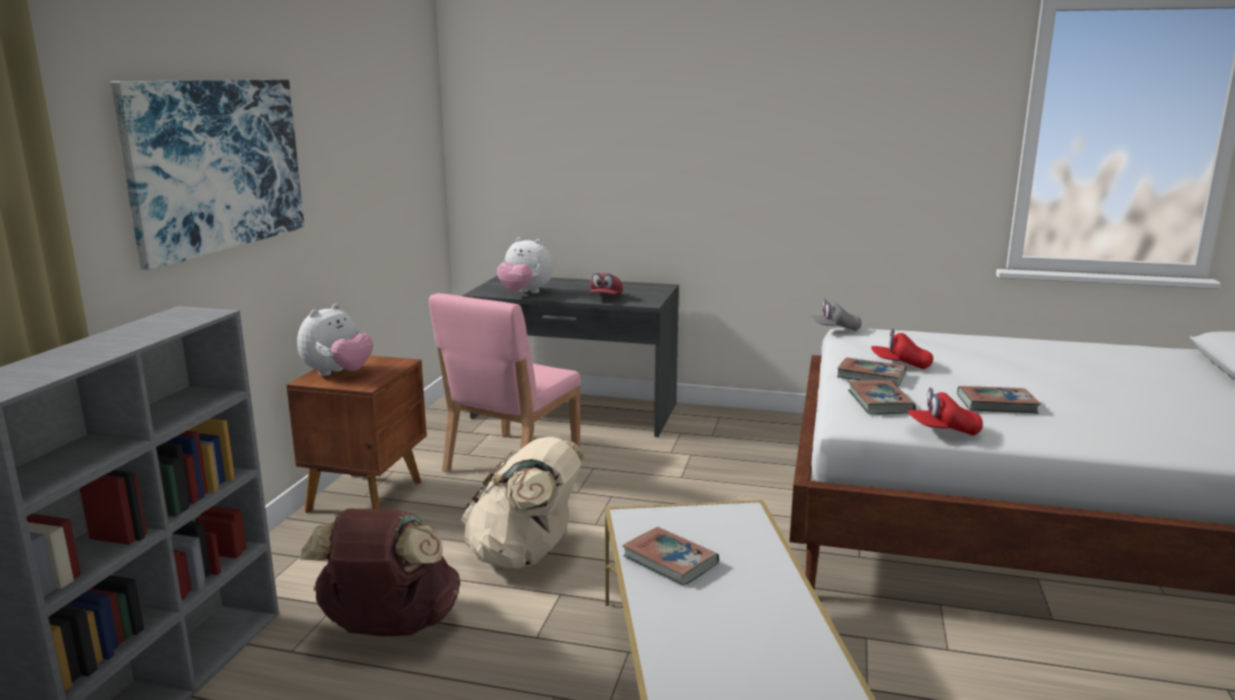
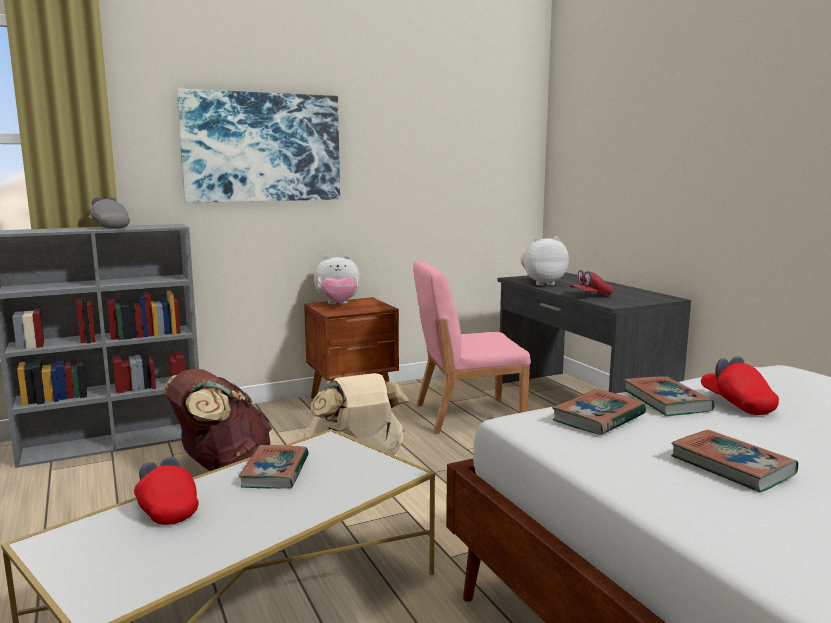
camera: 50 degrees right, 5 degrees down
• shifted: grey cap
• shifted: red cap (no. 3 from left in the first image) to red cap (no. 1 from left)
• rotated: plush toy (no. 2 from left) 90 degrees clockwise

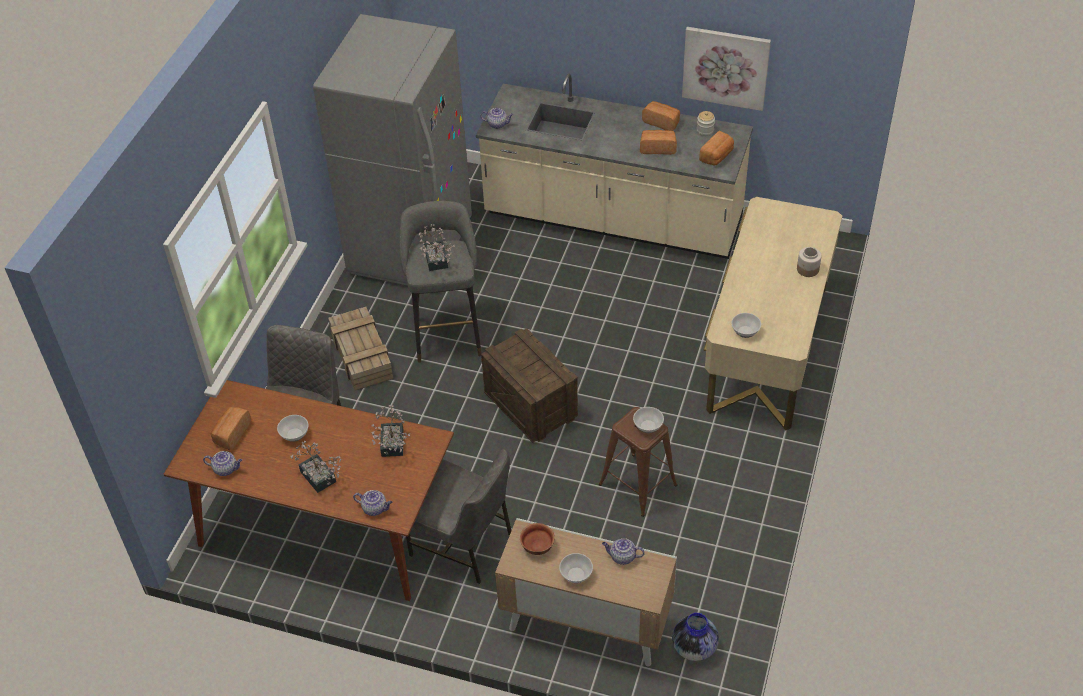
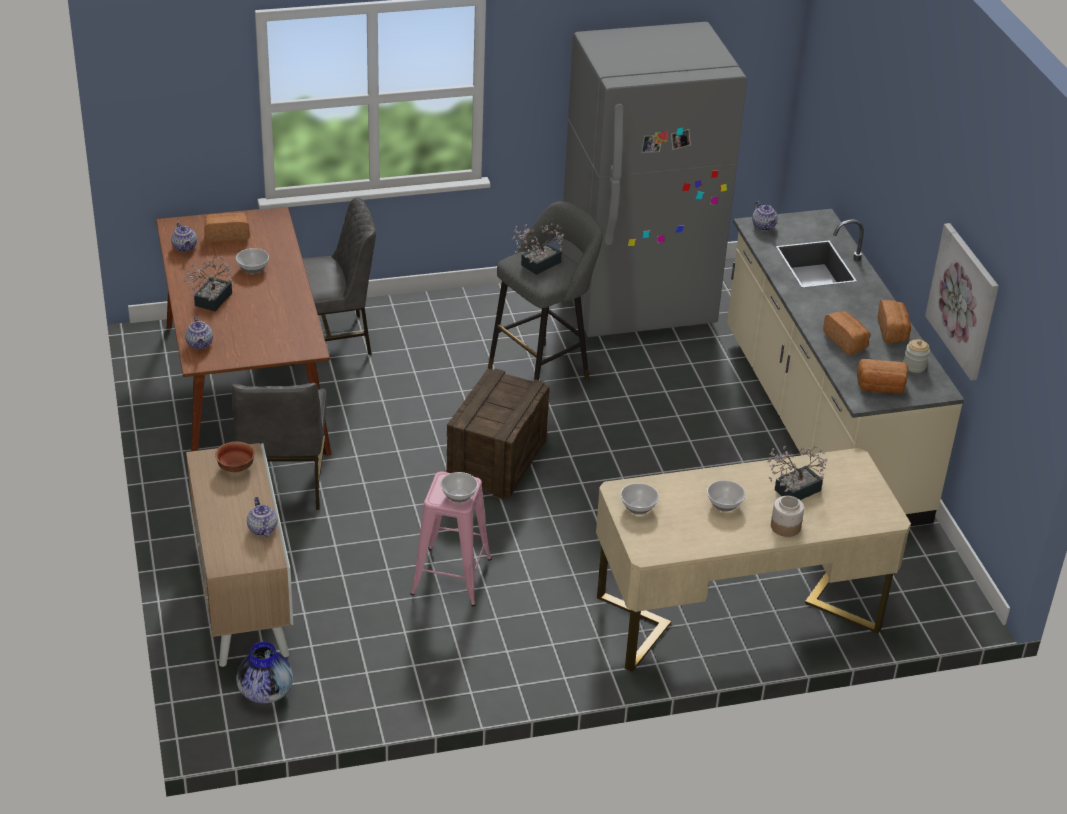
camera: 55 degrees right, 10 degrees down
• gone: crate (no. 1 from left)
• shifted: potted plant (no. 2 from left in the first image) to potted plant (no. 3 from left)
• shifted: bowl (no. 3 from left in the first image) to bowl (no. 5 from left)
• repainted: brown stool to pink stool

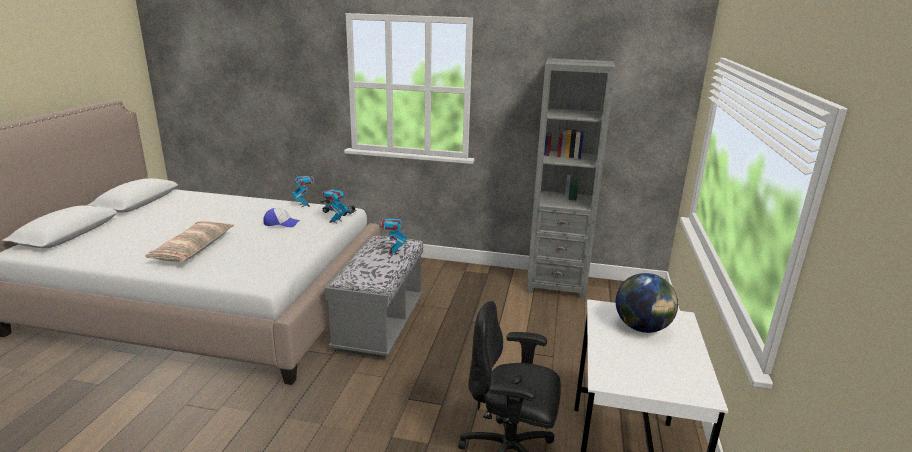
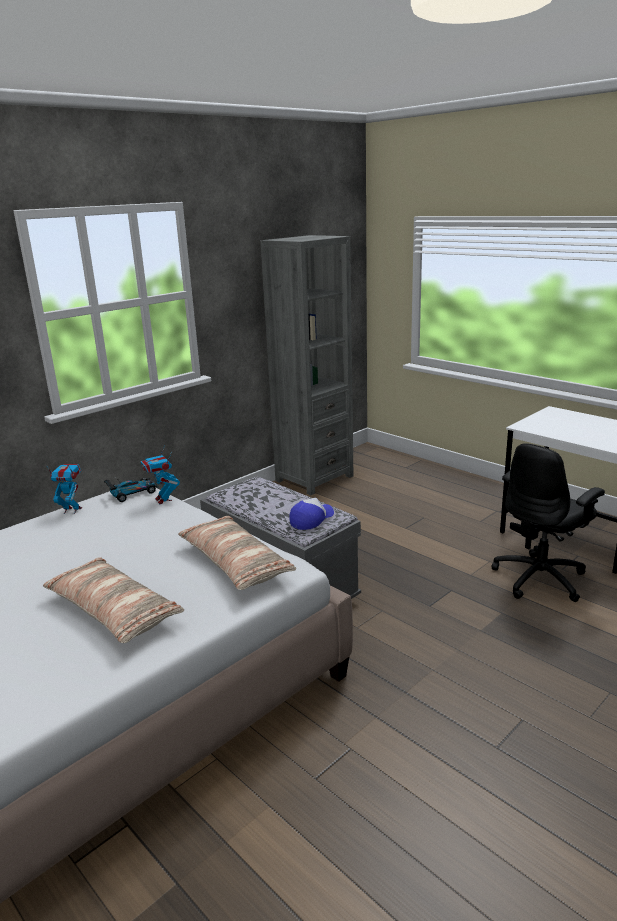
camera: 55 degrees left, 0 degrees up
• gone: toy robot (no. 3 from left)
• gone: globe
• new: pillow (no. 2 from left)
• shifted: cap

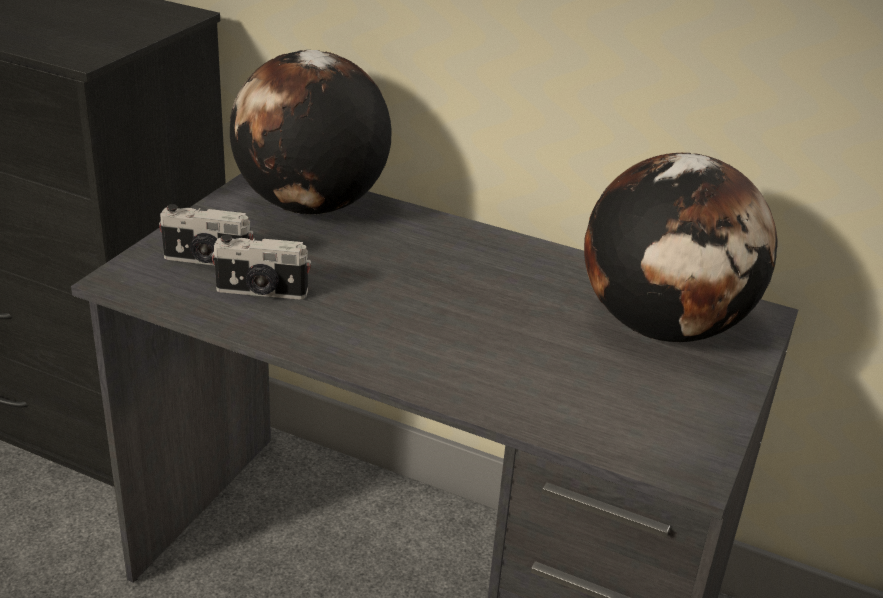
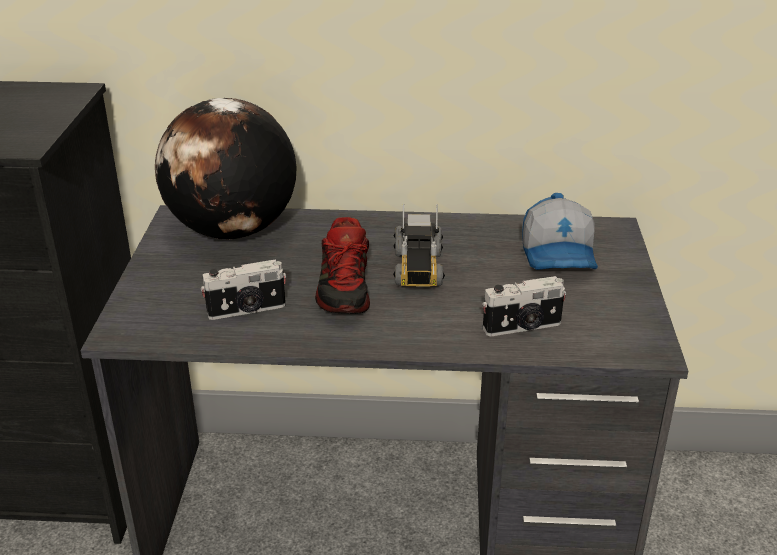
camera: 20 degrees left, 0 degrees up
• new: shoe
• new: toy truck
• shifted: photo camera (no. 1 from left in the first image) to photo camera (no. 2 from left)
• swapped: globe (no. 2 from left) to cap

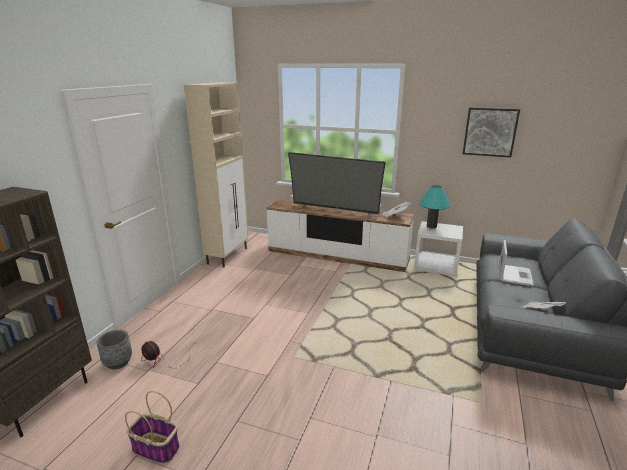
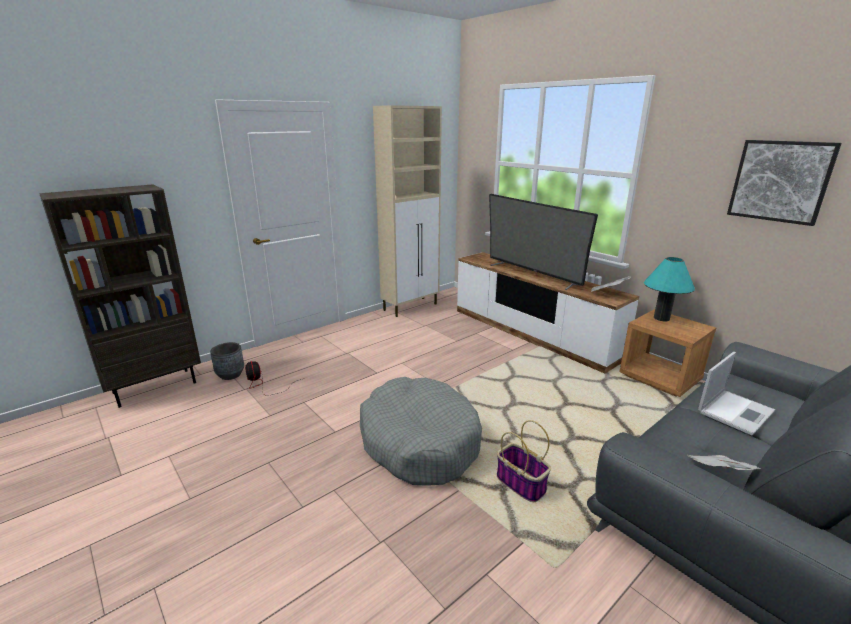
camera: 30 degrees right, 0 degrees up
• new: grey dog bed
• shifted: basket
• repainted: white nightstand to brown nightstand

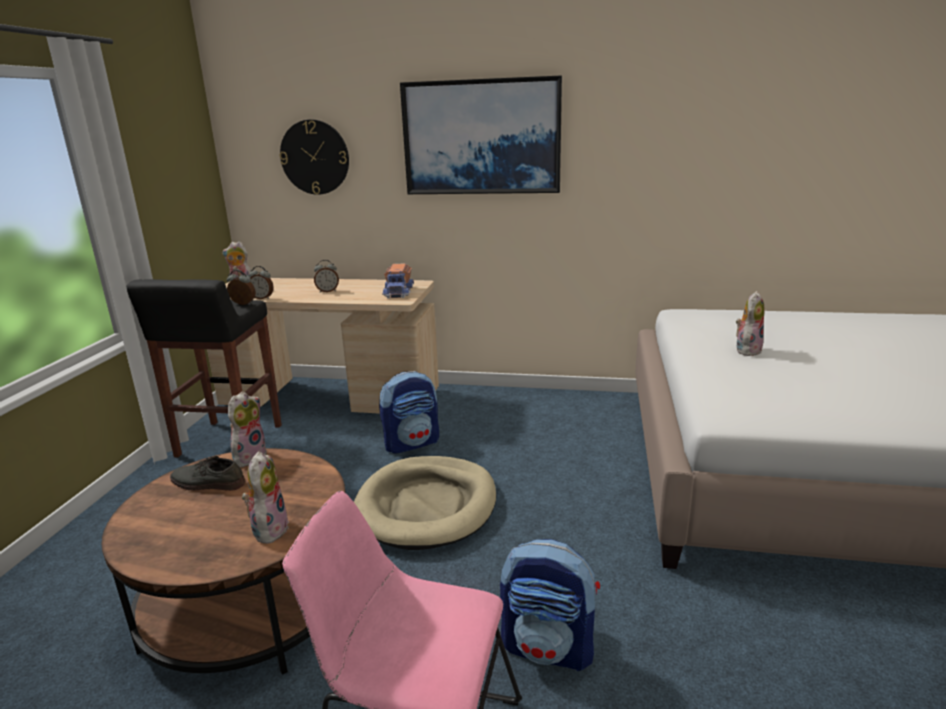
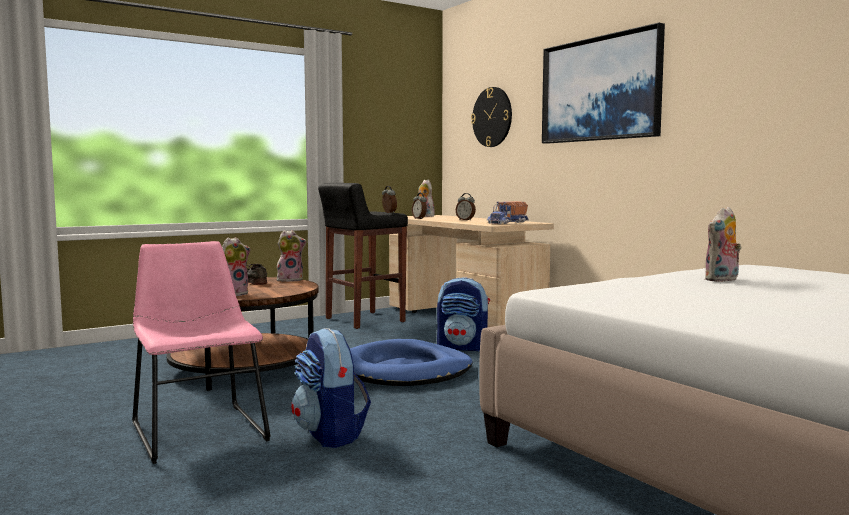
camera: 45 degrees right, 15 degrees down
• repainted: beige dog bed to blue dog bed
• rotated: plush toy (no. 4 from left) 150 degrees clockwise

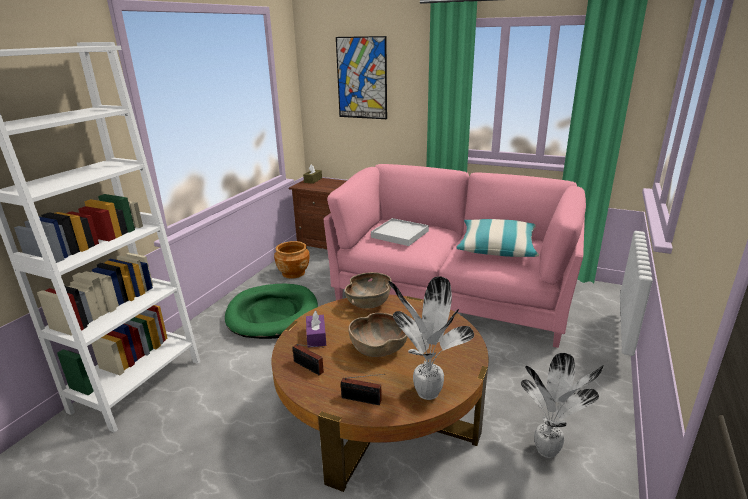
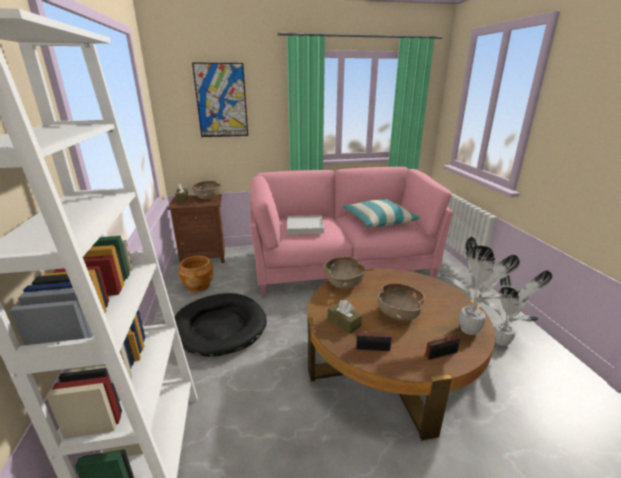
camera: 35 degrees left, 0 degrees up
• new: brown bowl (no. 1 from left)
• repainted: green dog bed to black dog bed
• repainted: purple tissue box to brown tissue box (no. 2 from left)

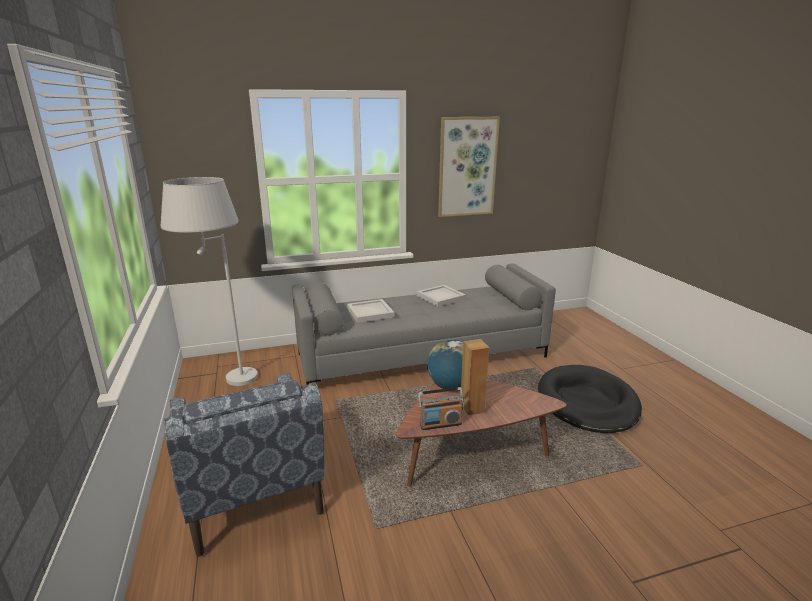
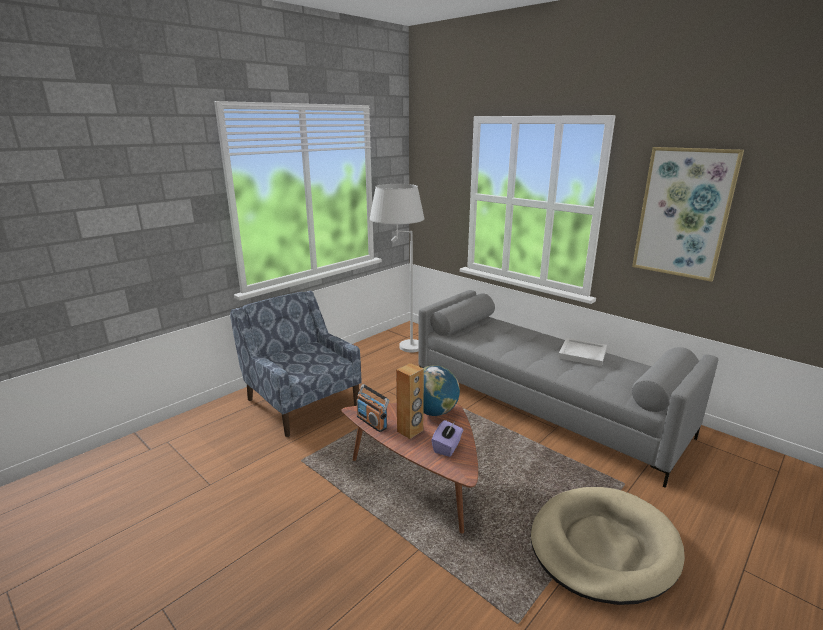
camera: 60 degrees right, 0 degrees up
• gone: white tray (no. 1 from left)
• new: purple tissue box
• repainted: black dog bed to beige dog bed
• rotated: blue armchair 105 degrees clockwise

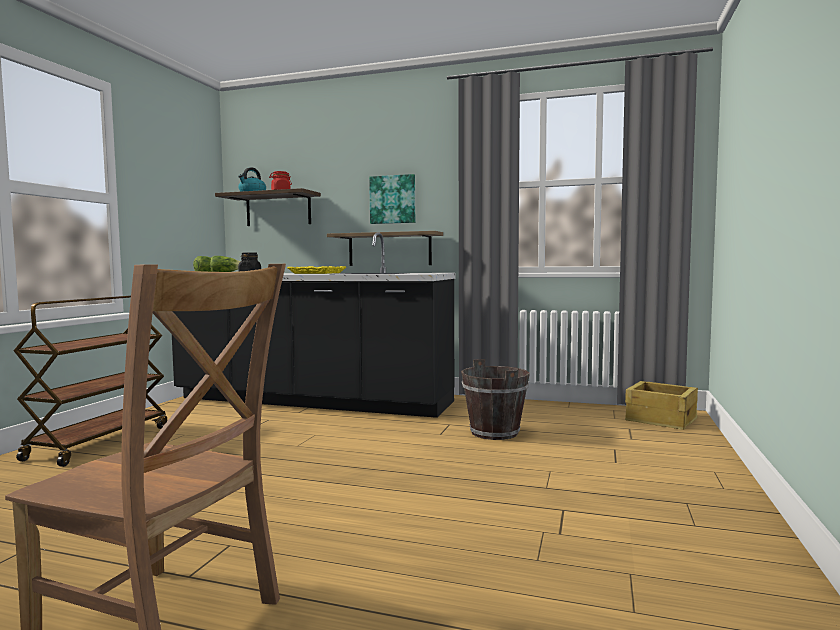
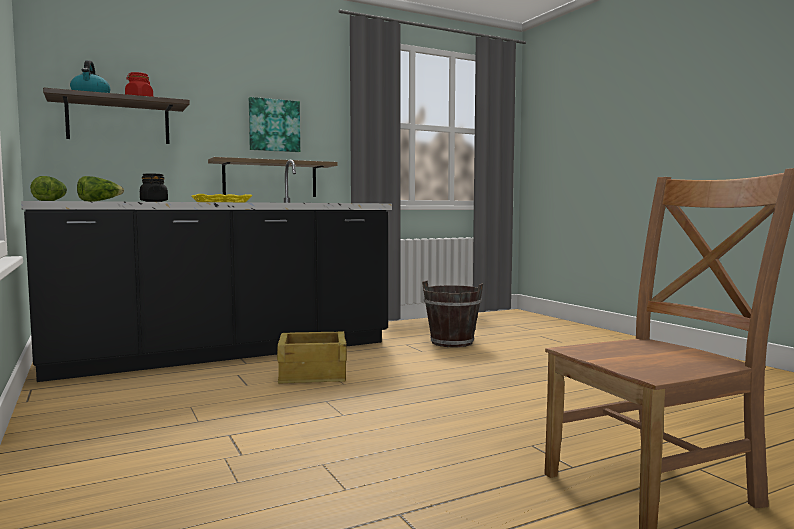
camera: 45 degrees left, 0 degrees up
• gone: brown cart
• shifted: crate

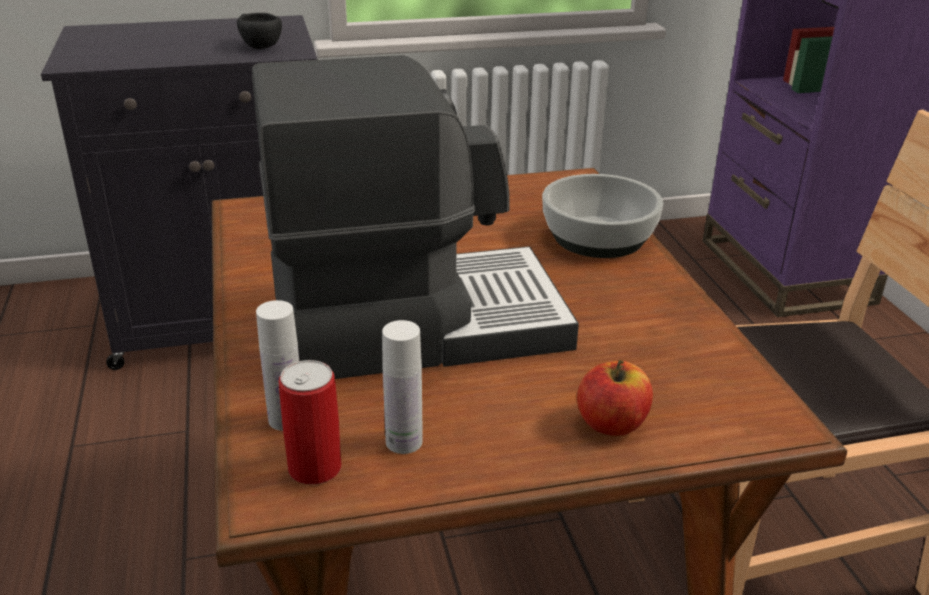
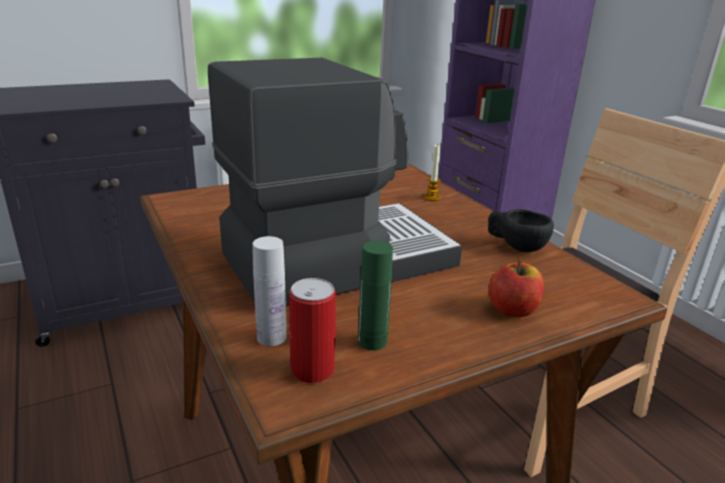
camera: 15 degrees left, 5 degrees down
• shifted: black cup
• swapped: bowl to candle
• repainted: white bottle (no. 2 from left) to green bottle

